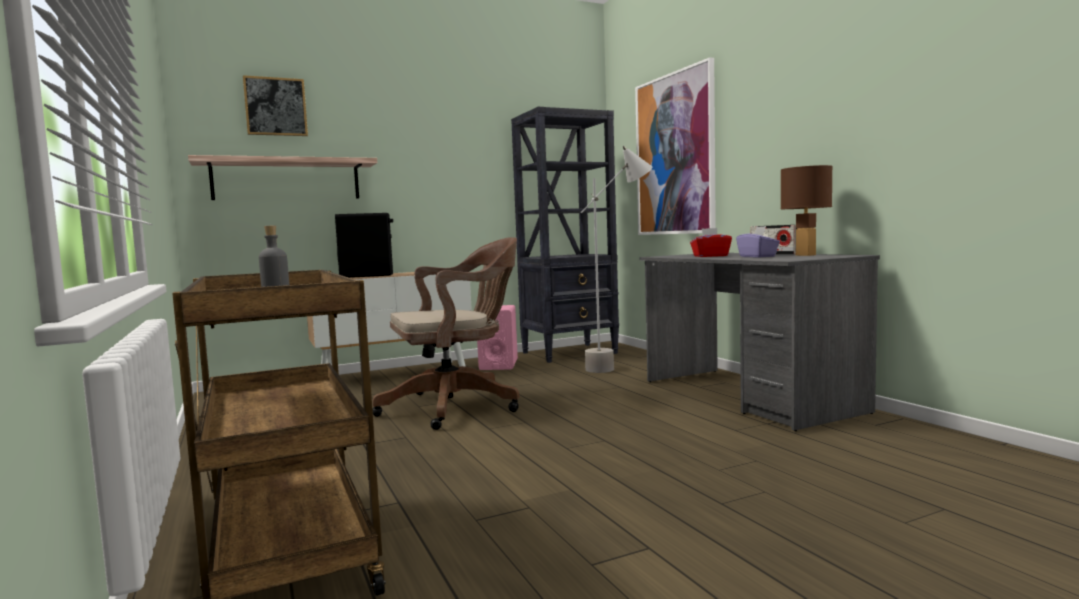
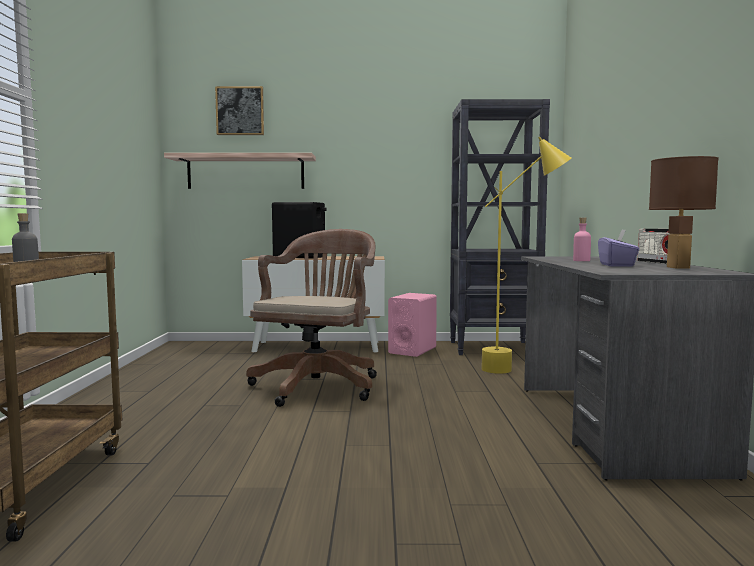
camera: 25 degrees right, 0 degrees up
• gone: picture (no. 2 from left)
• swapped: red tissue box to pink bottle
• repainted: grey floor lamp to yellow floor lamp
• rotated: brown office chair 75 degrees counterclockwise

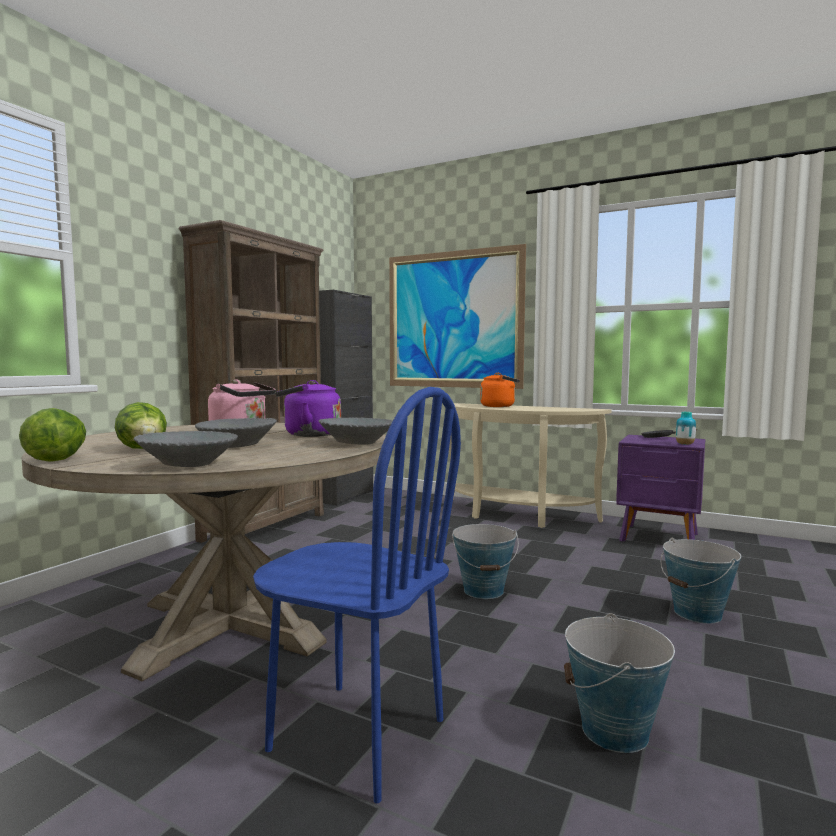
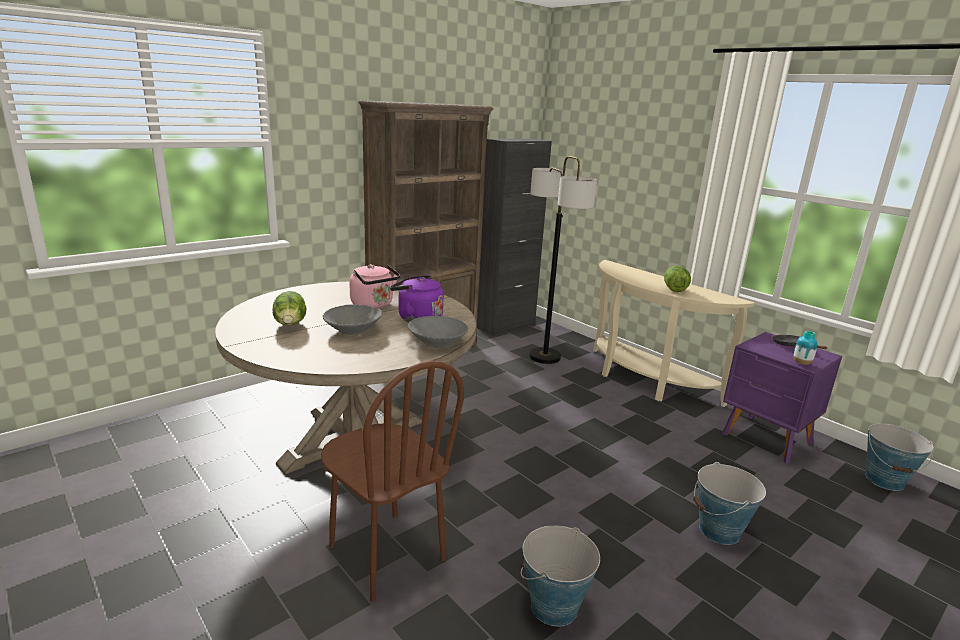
camera: 20 degrees right, 15 degrees up
• gone: grey bowl (no. 1 from left)
• gone: picture
• gone: orange kettle
• new: floor lamp
• shifted: lettuce (no. 1 from left in the first image) to lettuce (no. 2 from left)
• shifted: bucket (no. 1 from left in the first image) to bucket (no. 3 from left)
• repainted: blue chair to brown chair

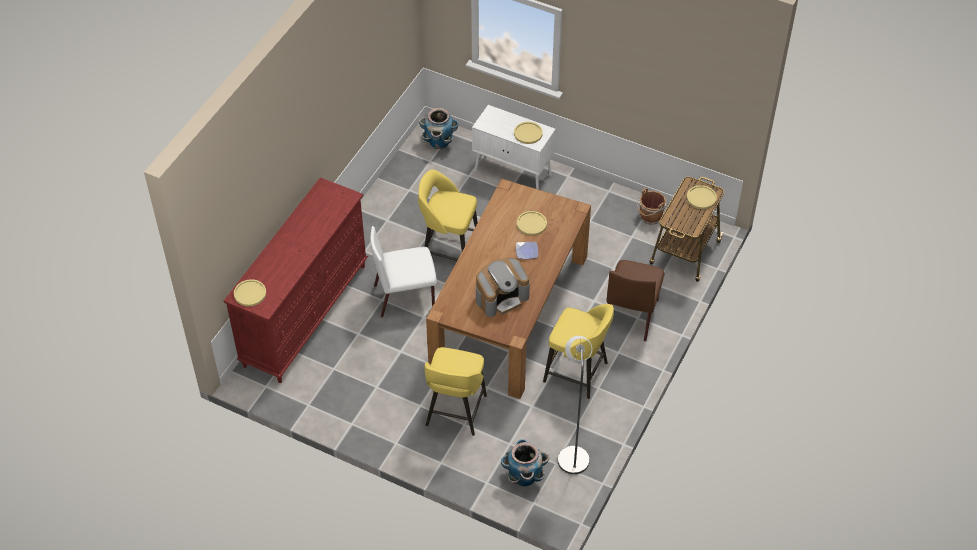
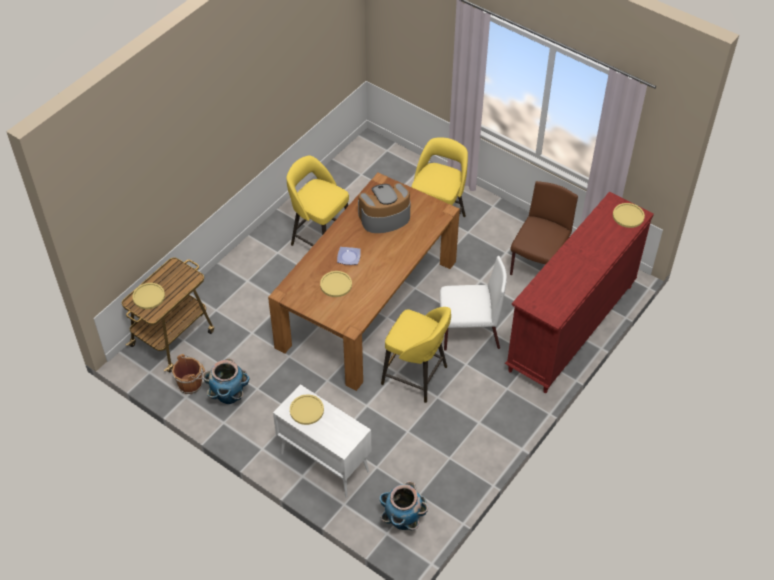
camera: 170 degrees left, 0 degrees up
• gone: grey floor lamp
• shifted: planter (no. 2 from left in the first image) to planter (no. 1 from left)
• shifted: brown chair

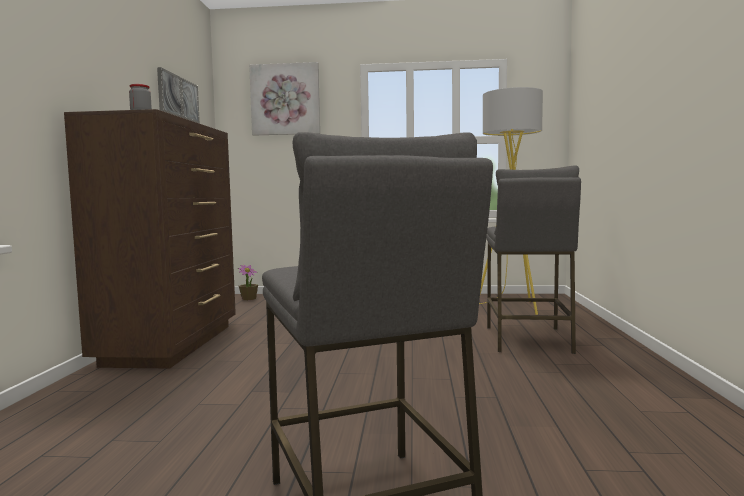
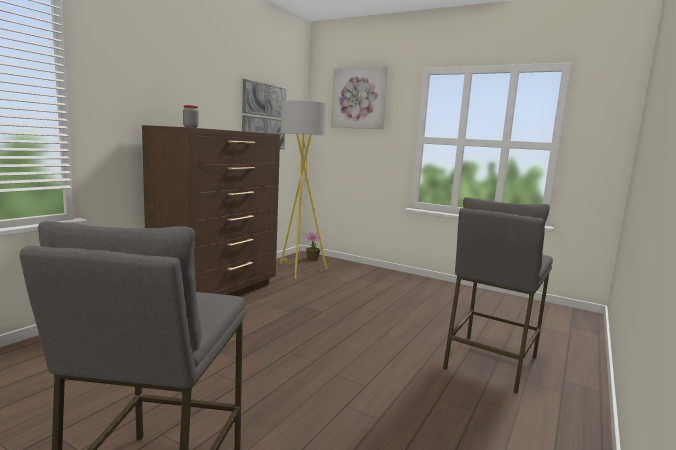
camera: 25 degrees right, 5 degrees up
• shifted: yellow floor lamp

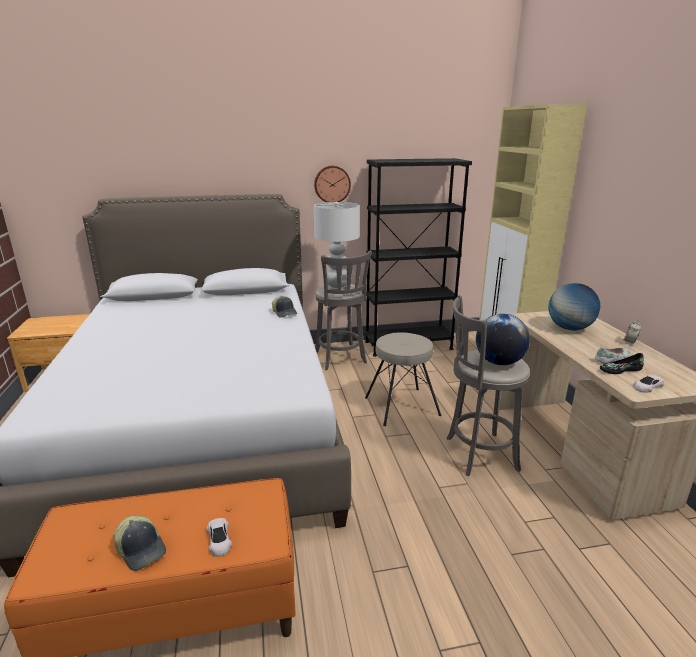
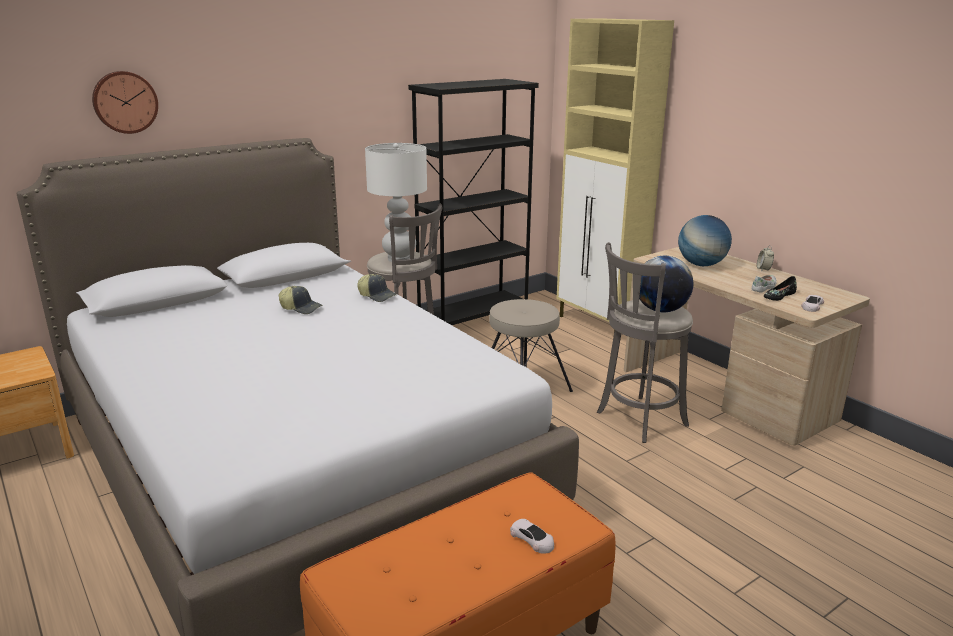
camera: 25 degrees left, 0 degrees up
• shifted: cap (no. 1 from left)
• shifted: wall clock

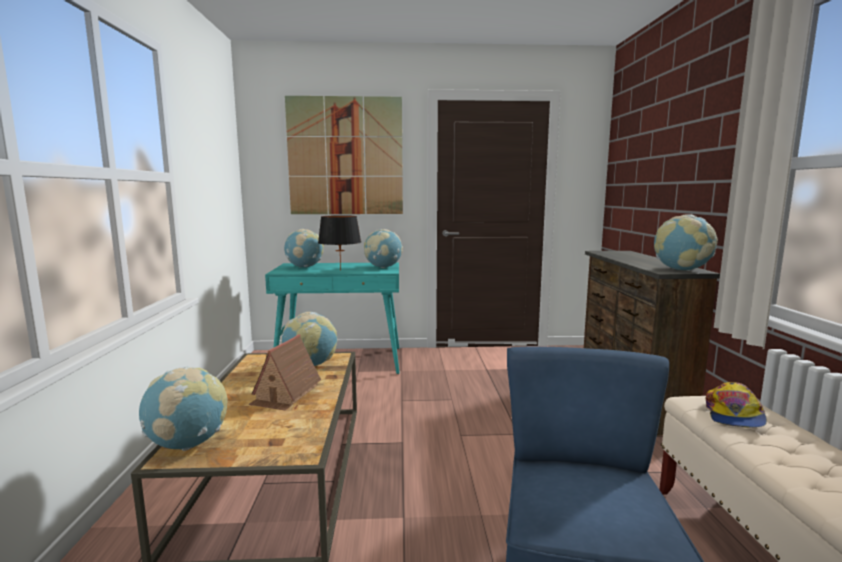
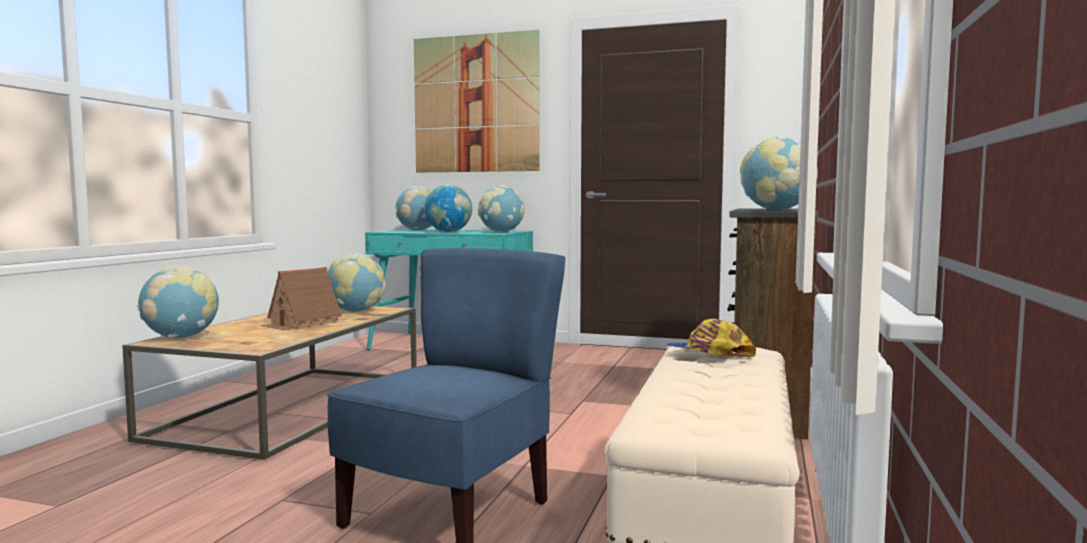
camera: 20 degrees right, 5 degrees down
• swapped: black table lamp to globe (no. 4 from left)
• rotated: cap 90 degrees clockwise

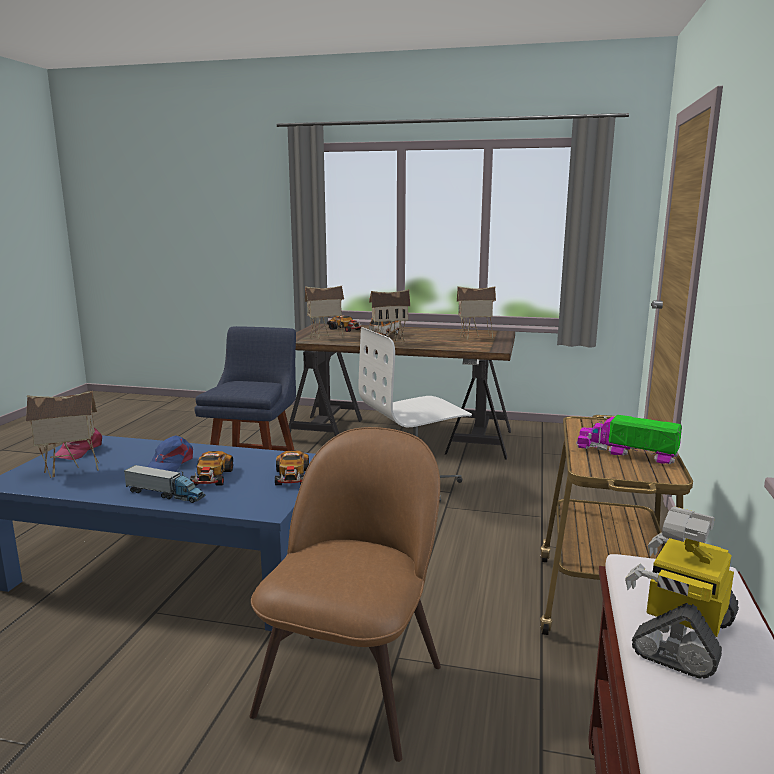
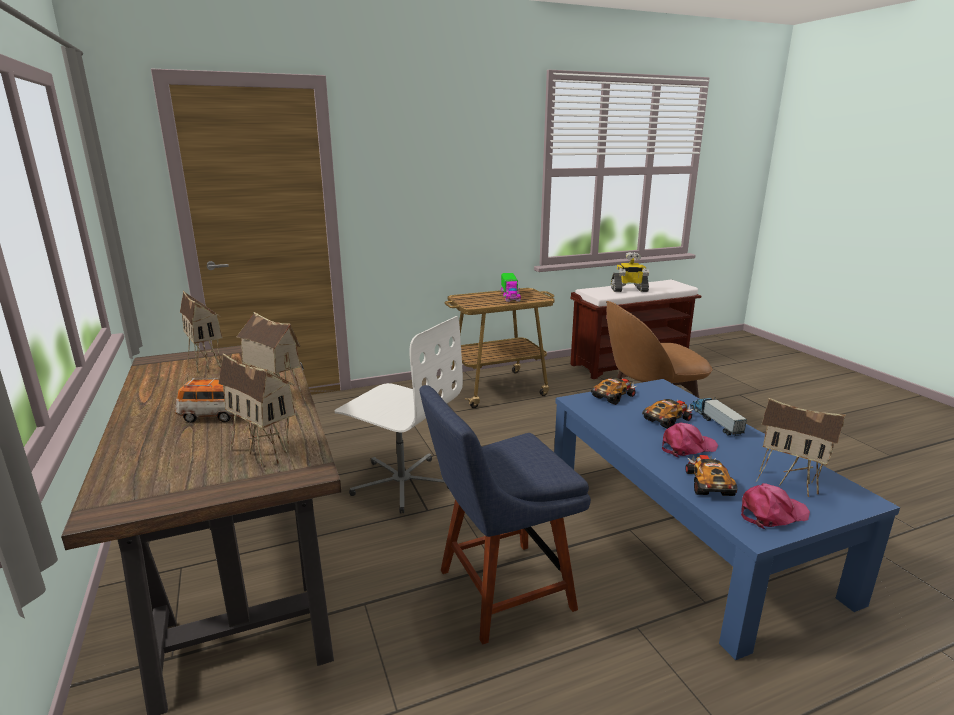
camera: 125 degrees left, 5 degrees up
• shifted: toy car (no. 3 from left in the first image) to toy car (no. 4 from left)
• repainted: blue cap to pink cap (no. 1 from left)

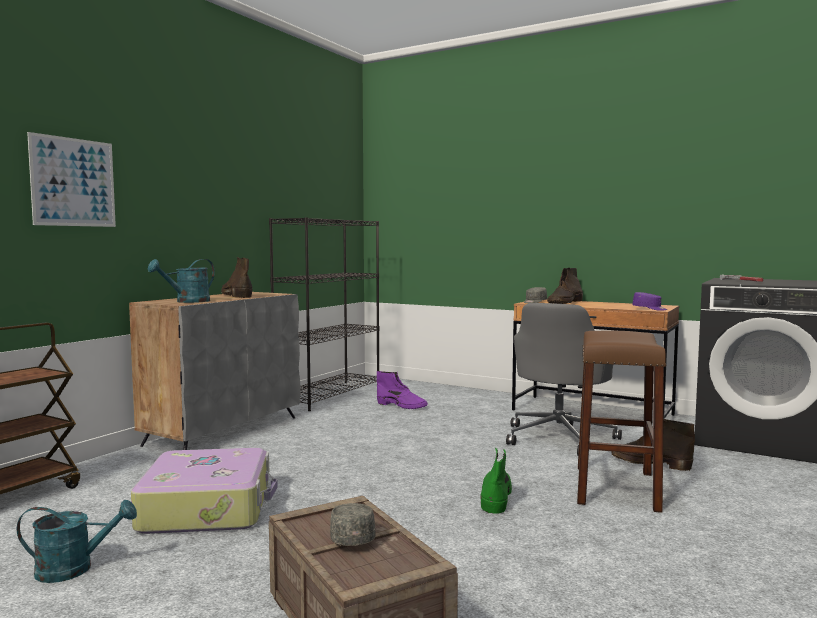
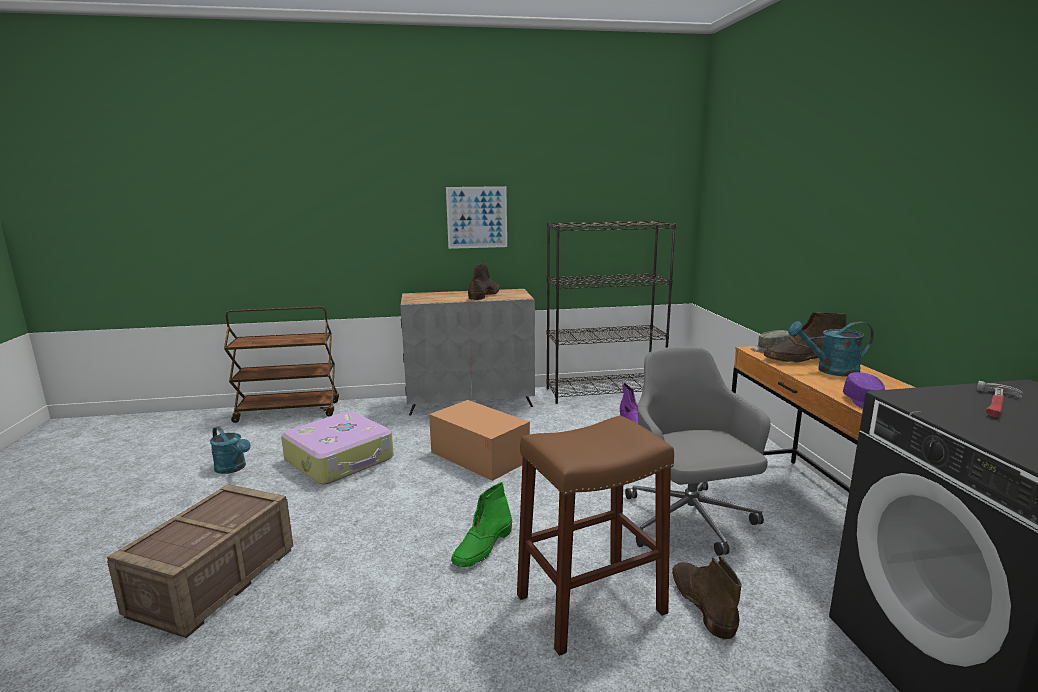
camera: 50 degrees right, 10 degrees up
• gone: grey cap (no. 1 from left)
• new: cardboard box
• shifted: picture
• shifted: turquoise watering can (no. 2 from left)
• rotated: green boot 150 degrees clockwise
• rotated: grey office chair 90 degrees clockwise

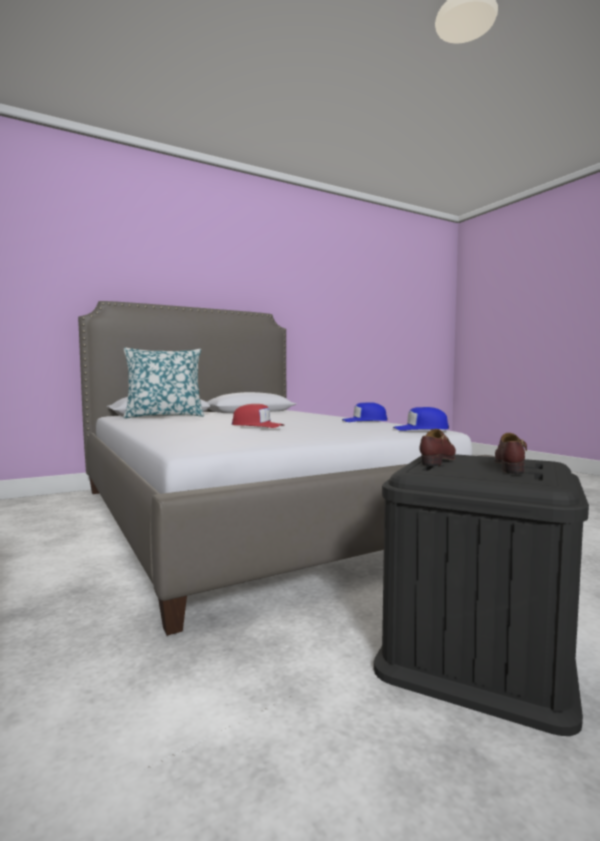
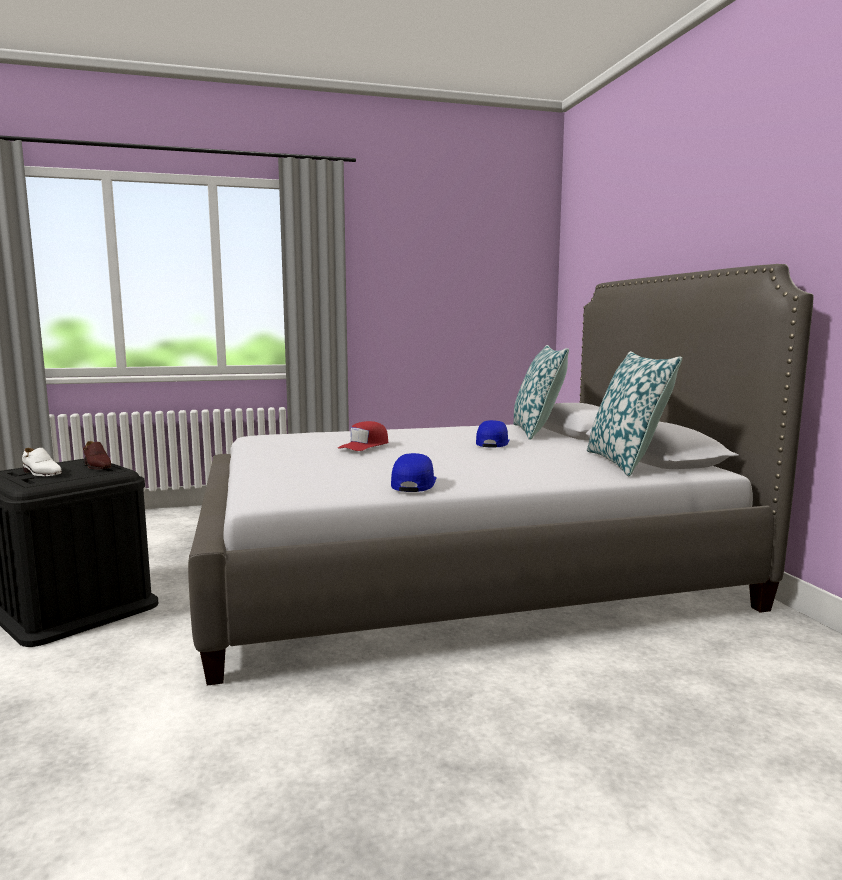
camera: 105 degrees right, 5 degrees up
• new: pillow (no. 2 from left)
• shifted: blue cap (no. 2 from left)
• repainted: brown shoe (no. 2 from left) to white shoe

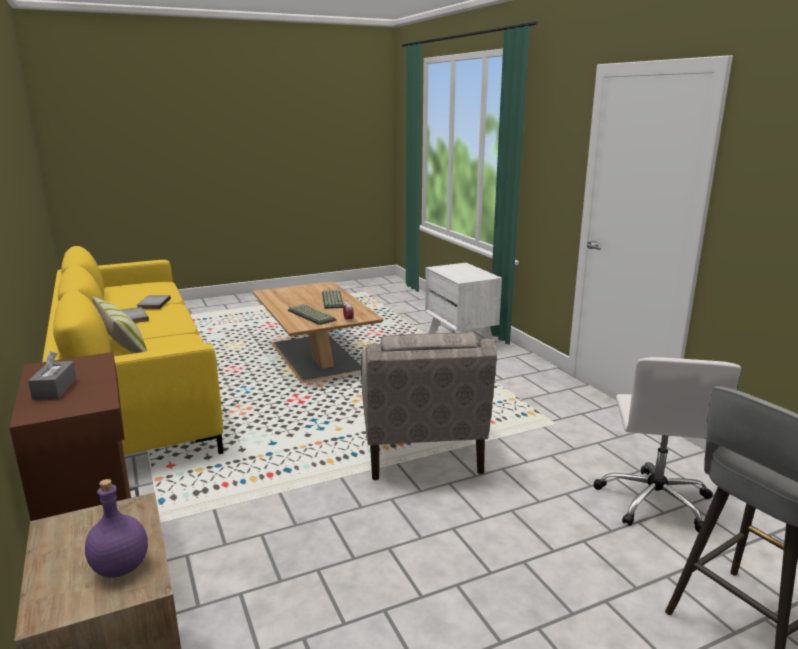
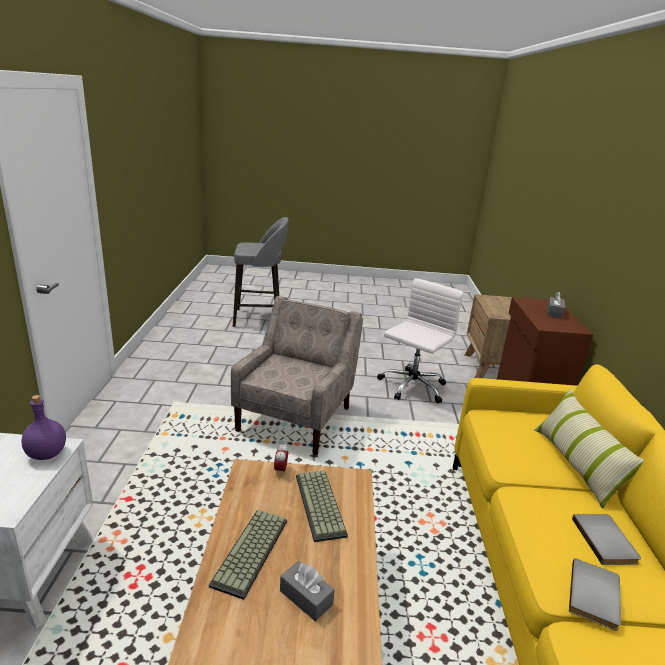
camera: 155 degrees left, 5 degrees up
• new: grey tissue box (no. 1 from left)
• shifted: purple bottle
• shifted: white office chair

